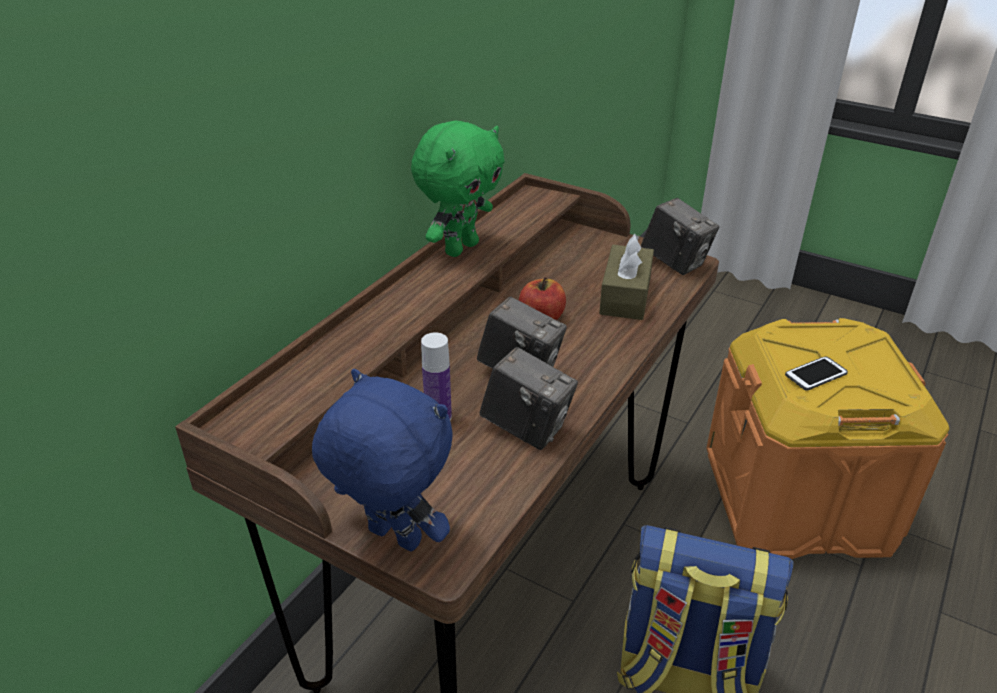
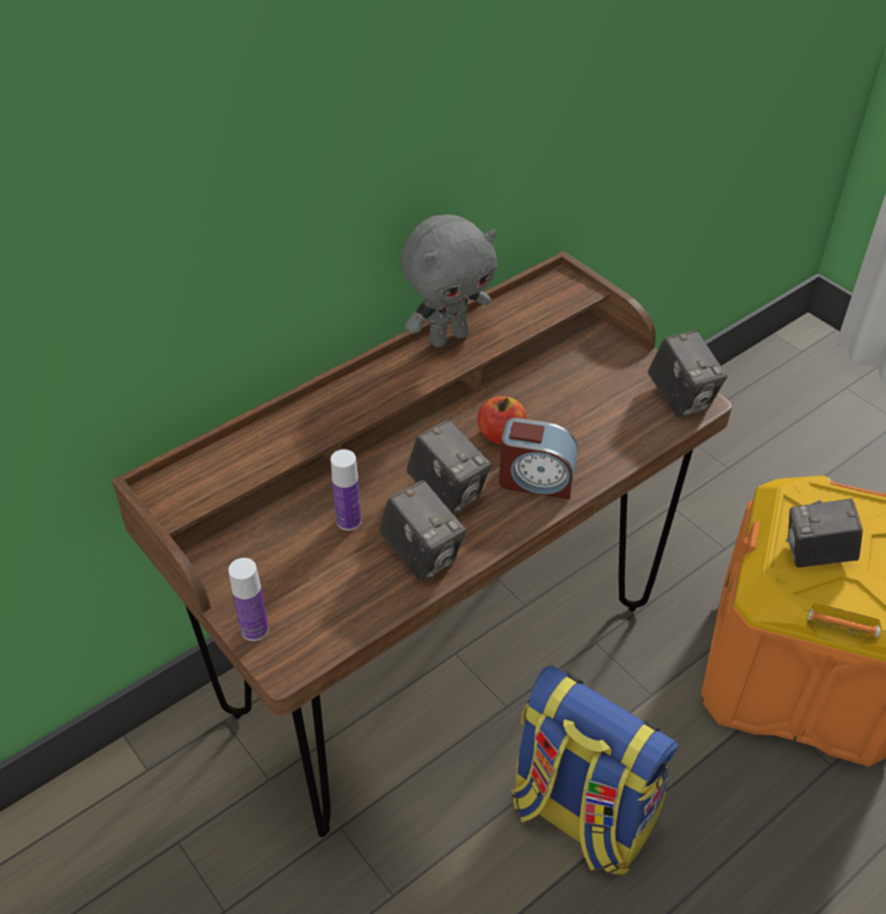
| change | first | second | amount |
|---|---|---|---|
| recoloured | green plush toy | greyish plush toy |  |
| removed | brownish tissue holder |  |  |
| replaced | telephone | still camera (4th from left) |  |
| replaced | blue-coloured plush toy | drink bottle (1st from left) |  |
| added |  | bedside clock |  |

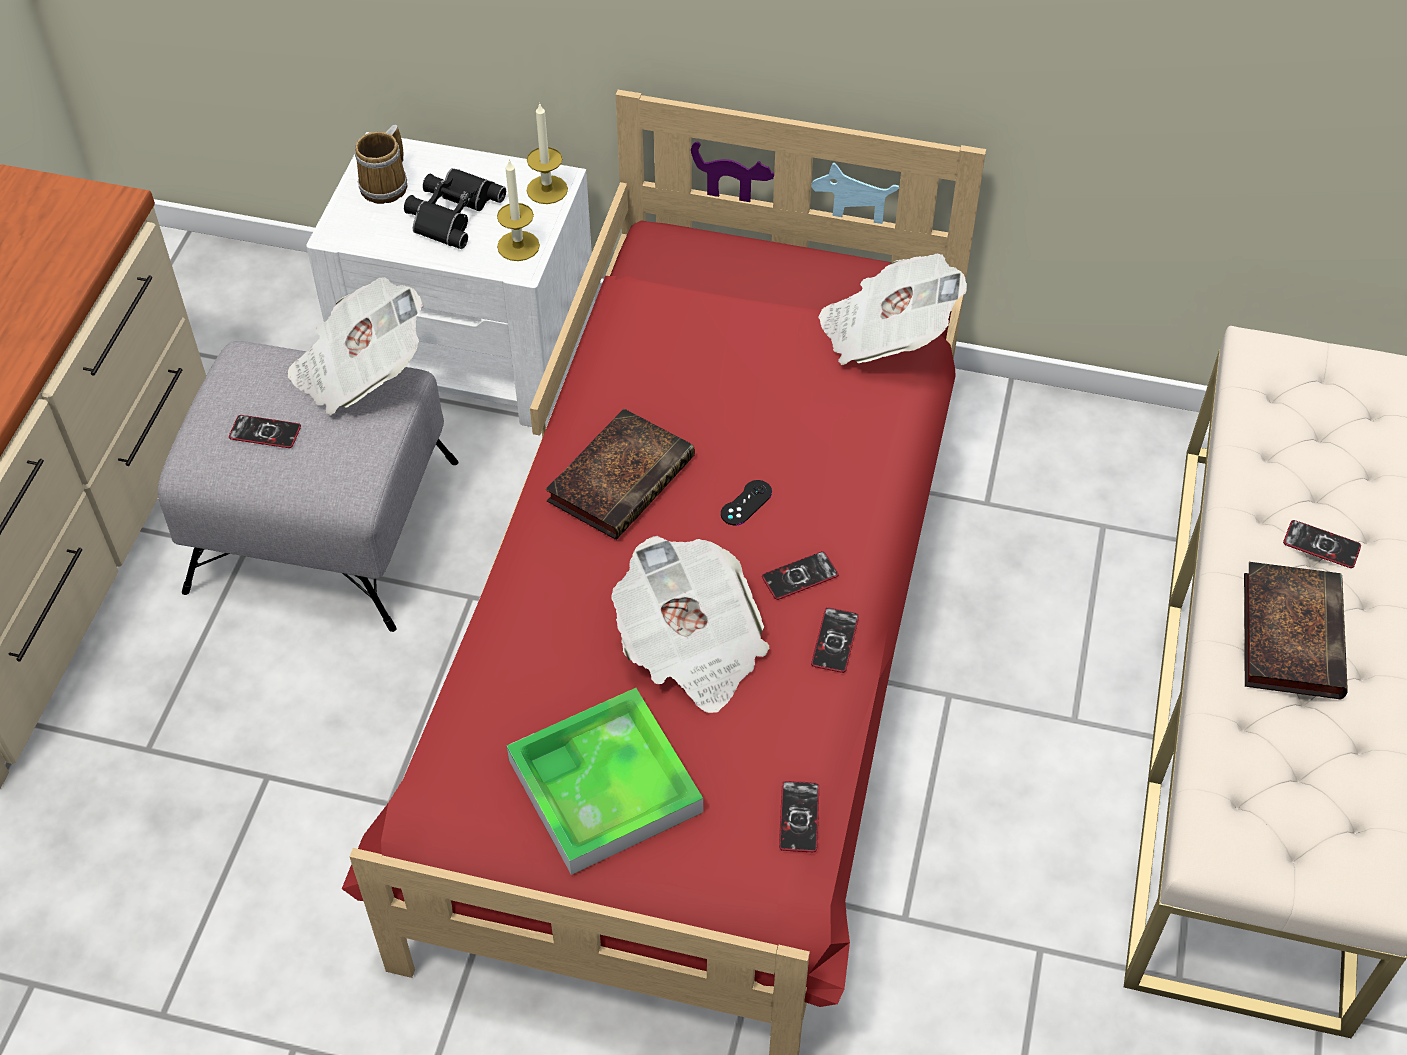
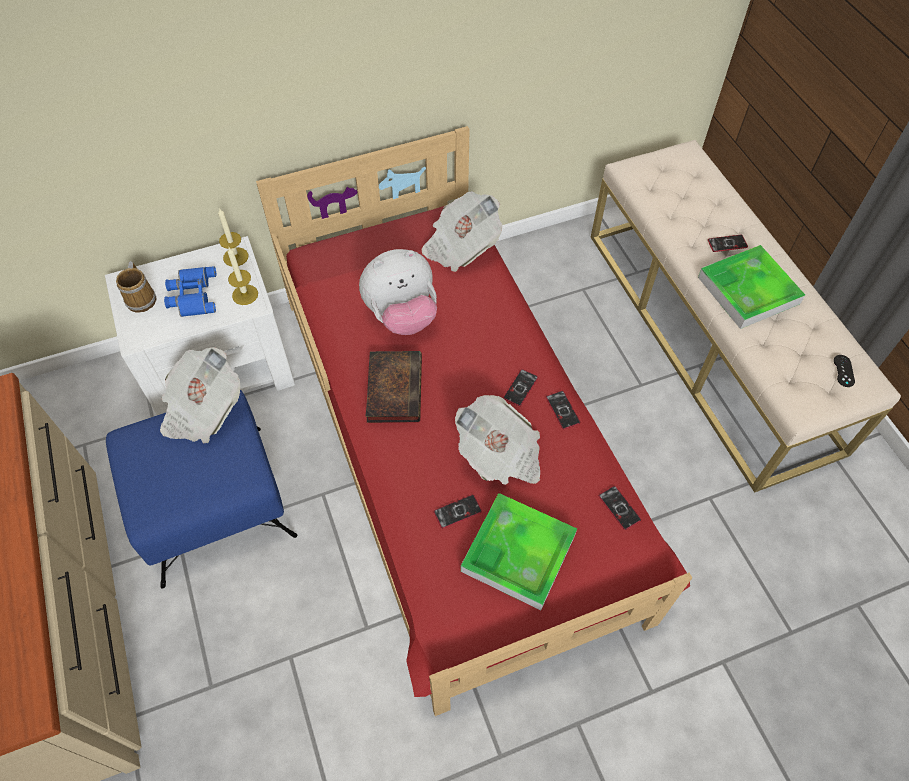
| change | first | second | amount |
|---|---|---|---|
| recoloured | blackish binoculars | blue-coloured binoculars |  |
| recoloured | greyish pouffe | blue-coloured pouffe |  |
| moved | telephone (1st from left) |  |  |
| moved | blackish game controller |  |  |
| replaced | bound book (2nd from left) | carrying tray (2nd from left) |  |
| added |  | plush toy |  |

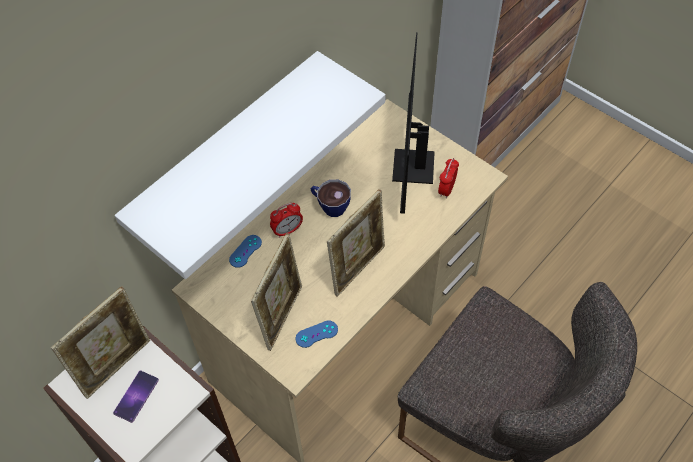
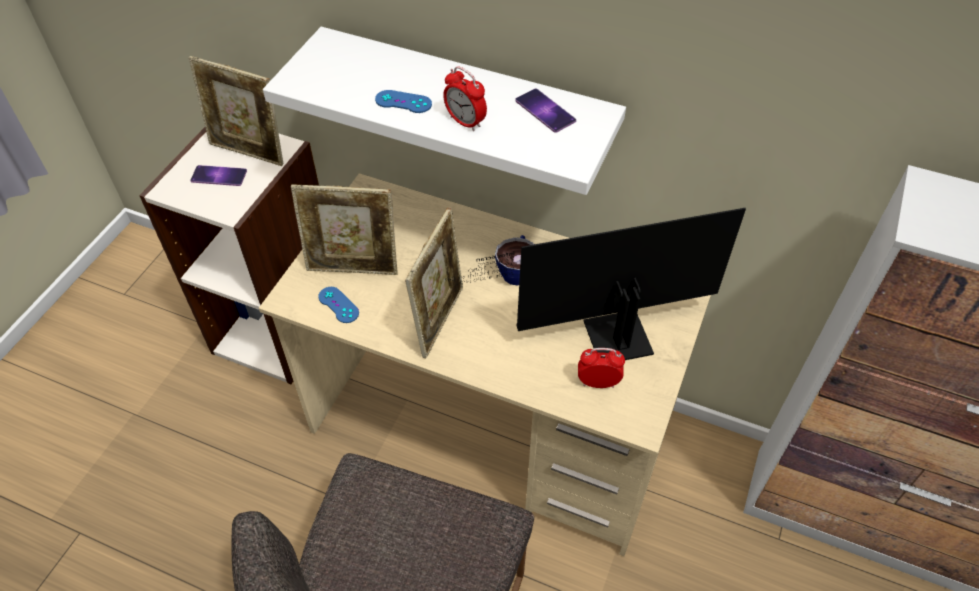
| change | first | second | amount |
|---|---|---|---|
| turned | standing frame (3rd from left) |  | 90 degrees counterclockwise |
| moved | bedside clock (1st from left) |  |  |
| moved | blue-coloured game controller (1st from left in the first image) | blue-coloured game controller (2nd from left) |  |
| added |  | telephone (2nd from left) |  |

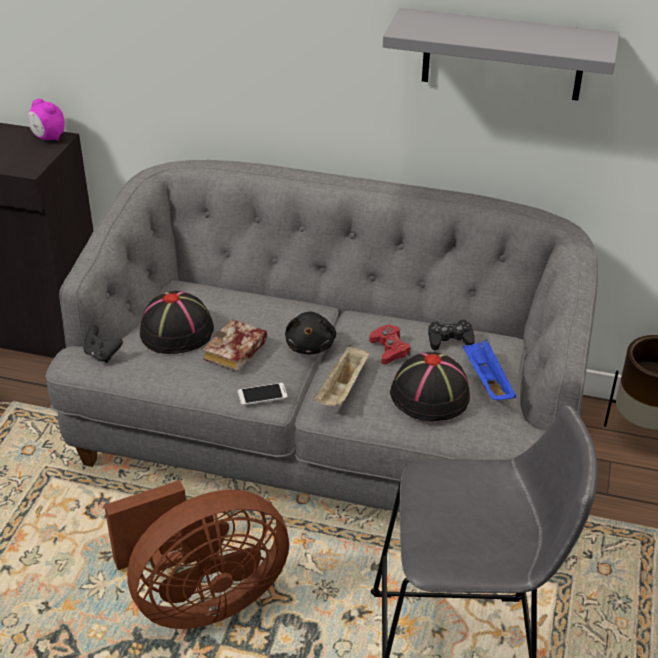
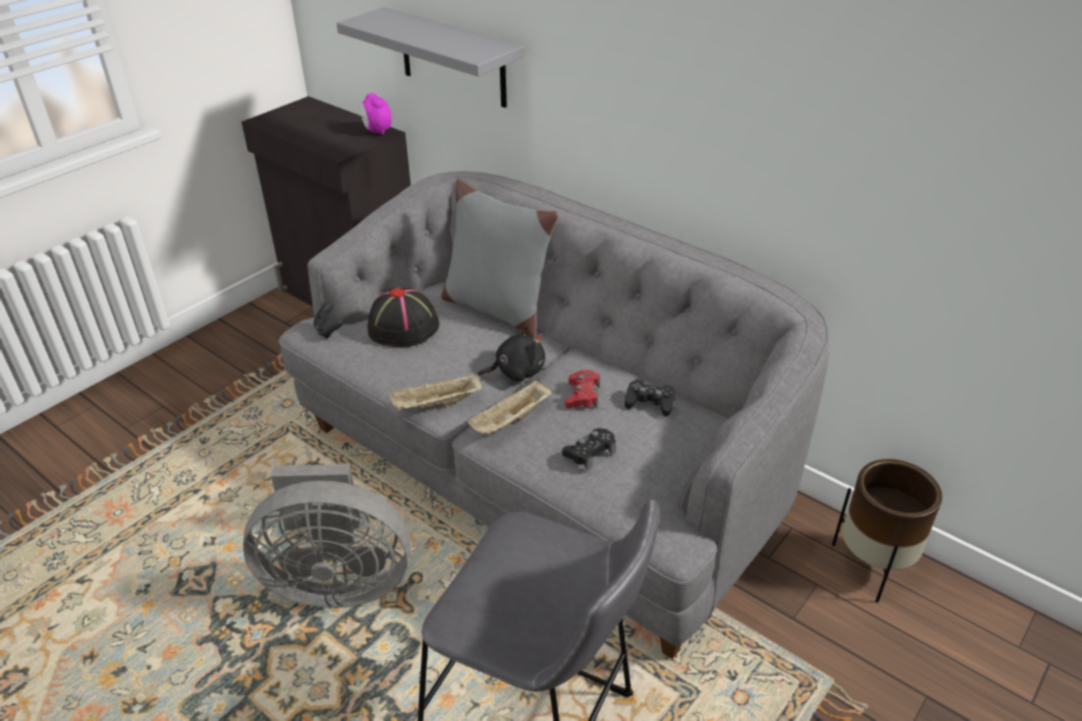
| change | first | second | amount |
|---|---|---|---|
| moved | greyish bracket shelf |  |  |
| turned | blackish plush toy |  | 135 degrees counterclockwise |
| removed | bound book |  |  |
| removed | blue-coloured carrying tray |  |  |
| replaced | blackish hat (2nd from left) | blackish game controller (2nd from left) |  |
| replaced | telephone | beige-coloured carrying tray (1st from left) |  |
| recoloured | brownish electric fan | greyish electric fan |  |
| added |  | greyish throw pillow |  |

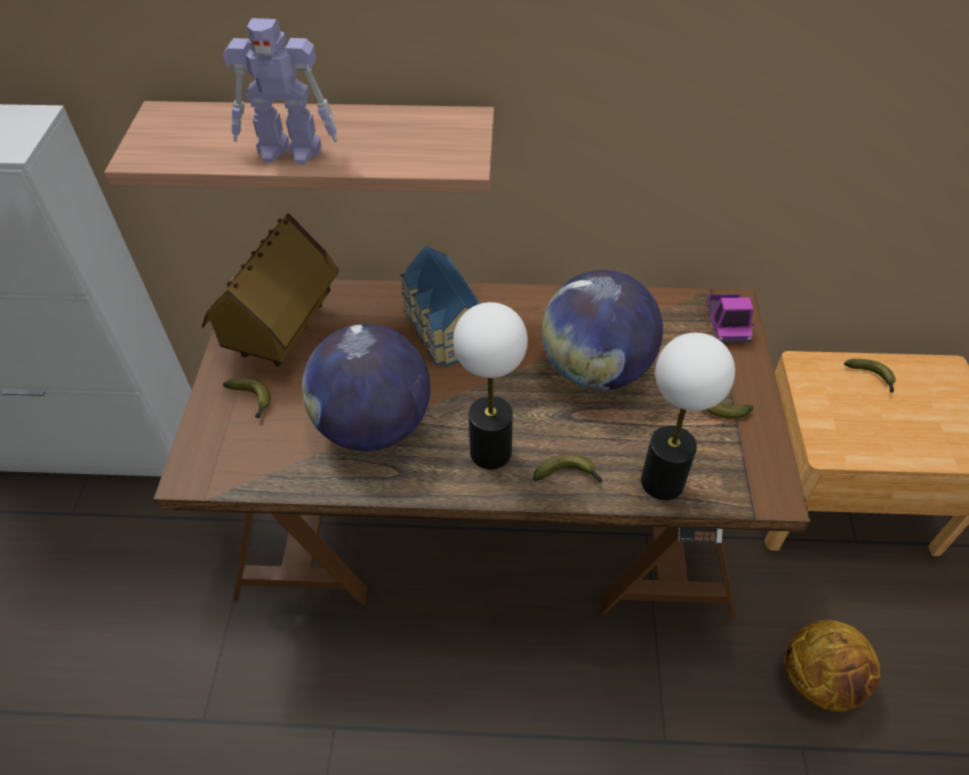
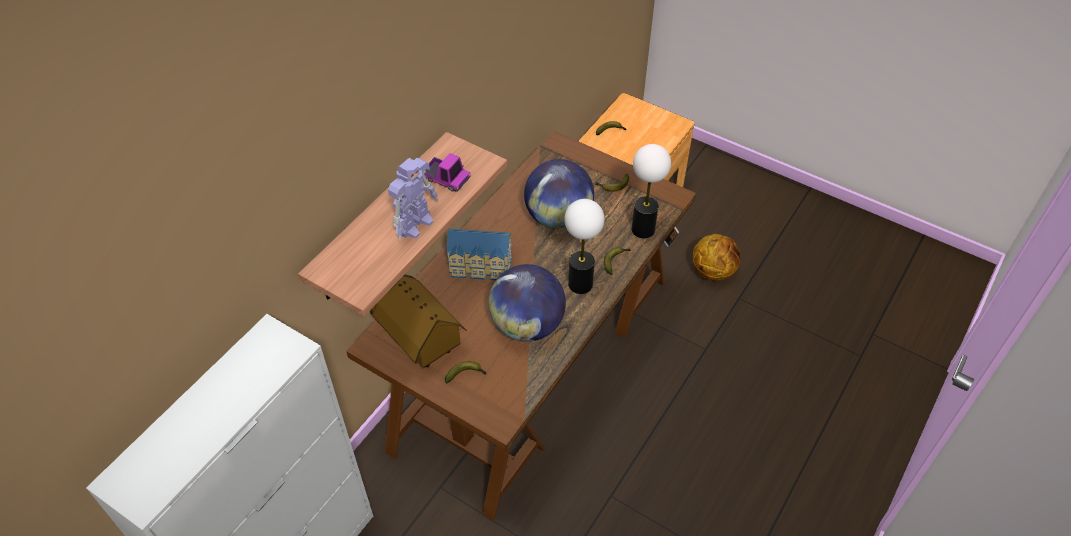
| change | first | second | amount |
|---|---|---|---|
| moved | toy truck |  |  |

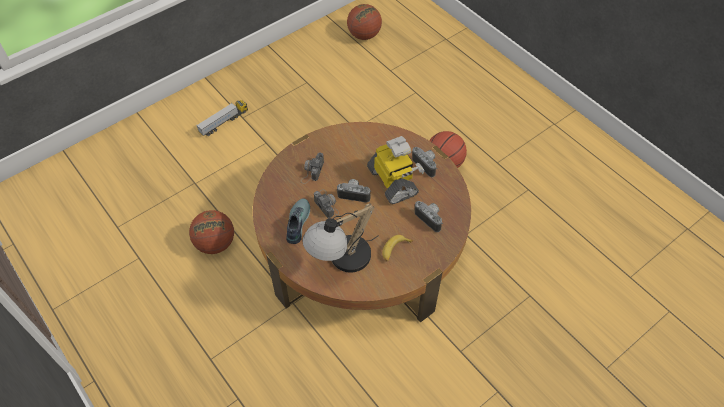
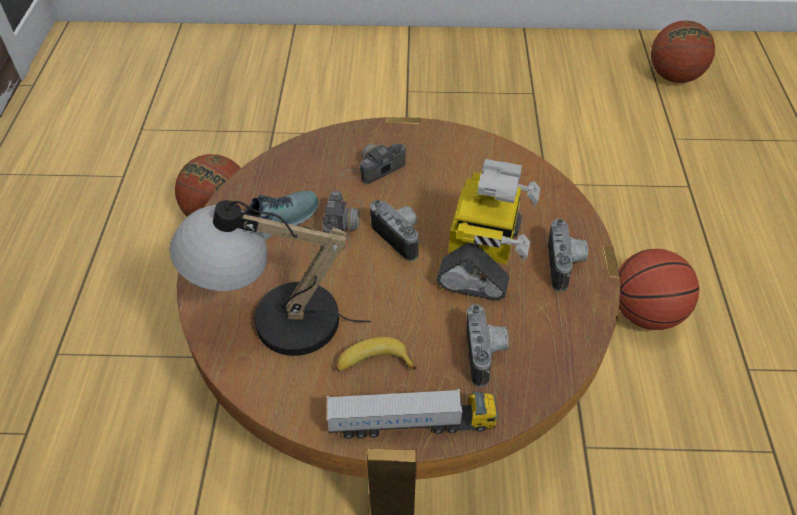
| change | first | second | amount |
|---|---|---|---|
| moved | toy truck |  |  |

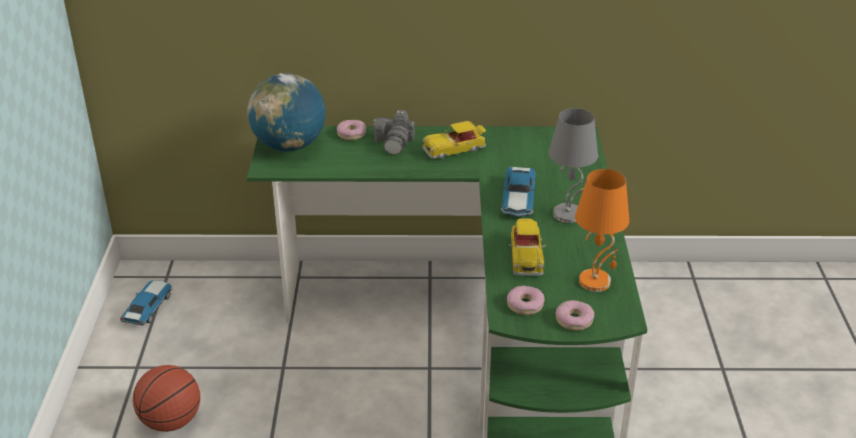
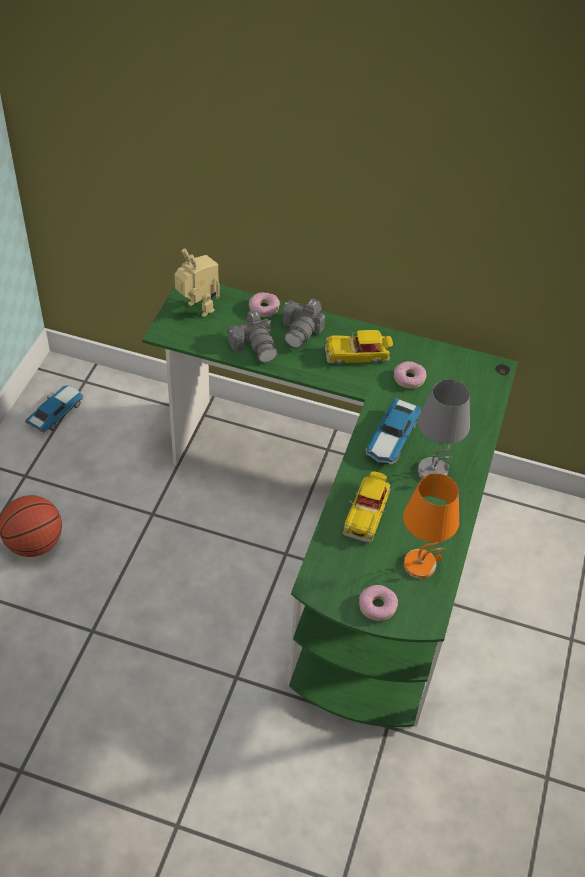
| change | first | second | amount |
|---|---|---|---|
| replaced | desk globe | robot figure |  |
| moved | ring doughnut (2nd from left in the first image) | ring doughnut (3rd from left) |  |
| added |  | still camera (1st from left) |  |

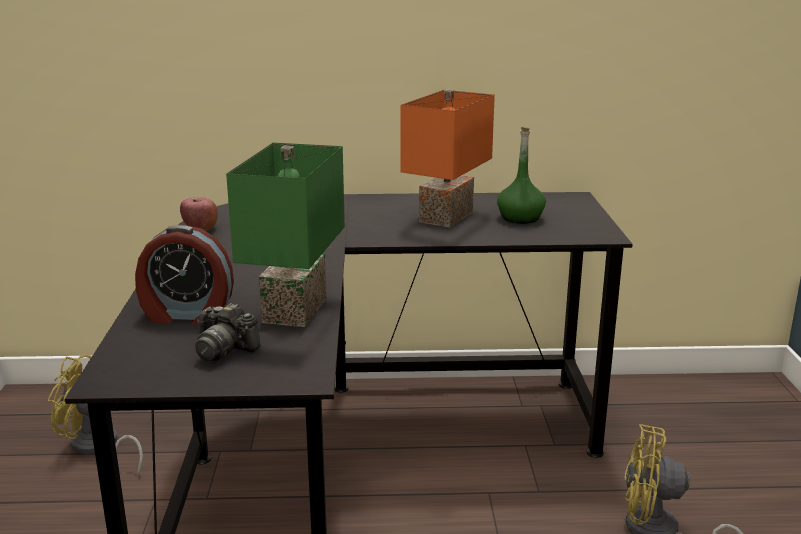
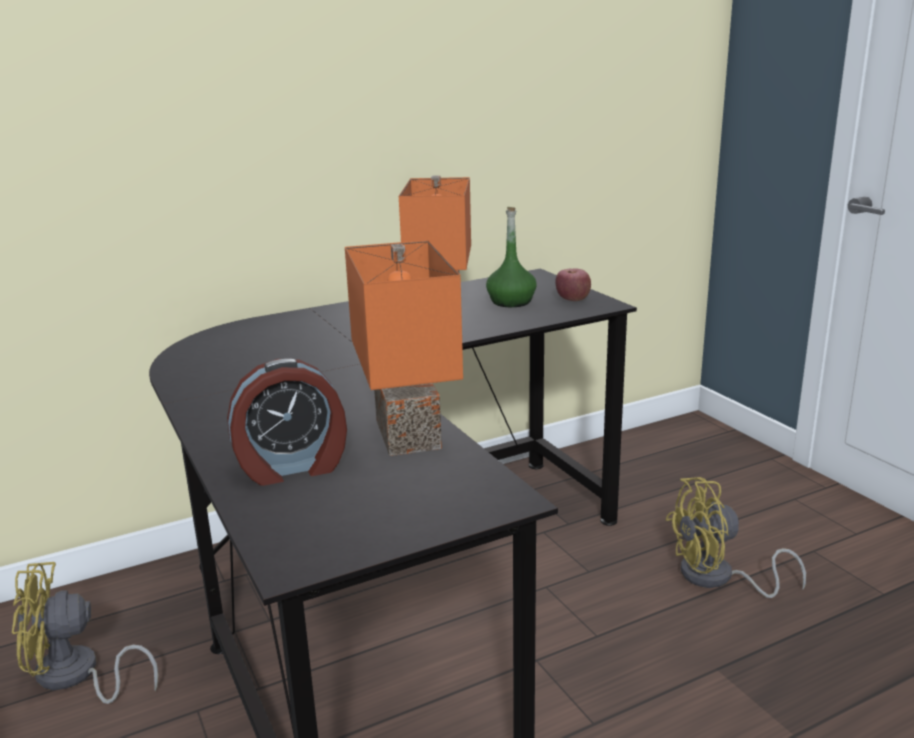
| change | first | second | amount |
|---|---|---|---|
| recoloured | green lamp for a table | orange-coloured lamp for a table (1st from left) |  |
| moved | whole apple |  |  |
| removed | still camera |  |  |

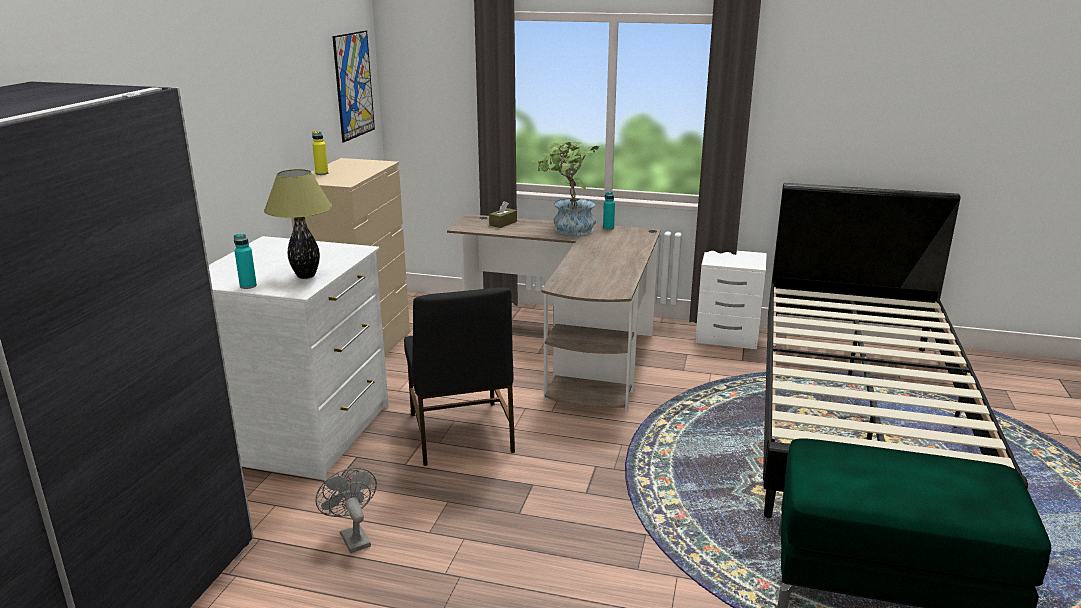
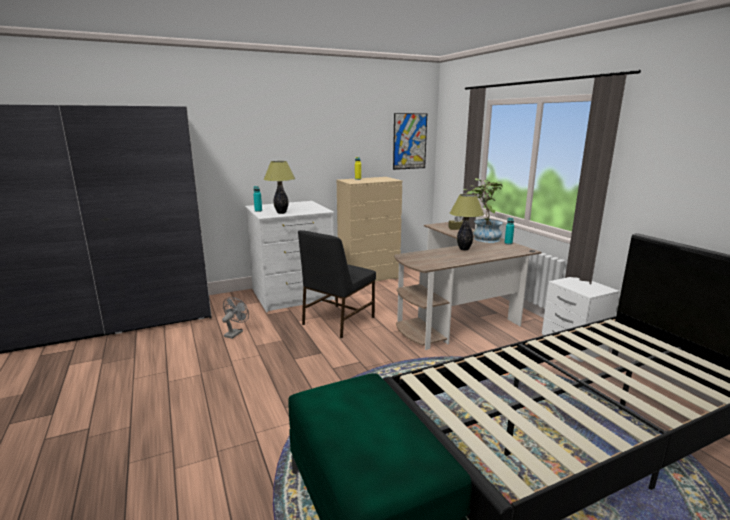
| change | first | second | amount |
|---|---|---|---|
| added |  | lamp for a table (2nd from left) |  |

